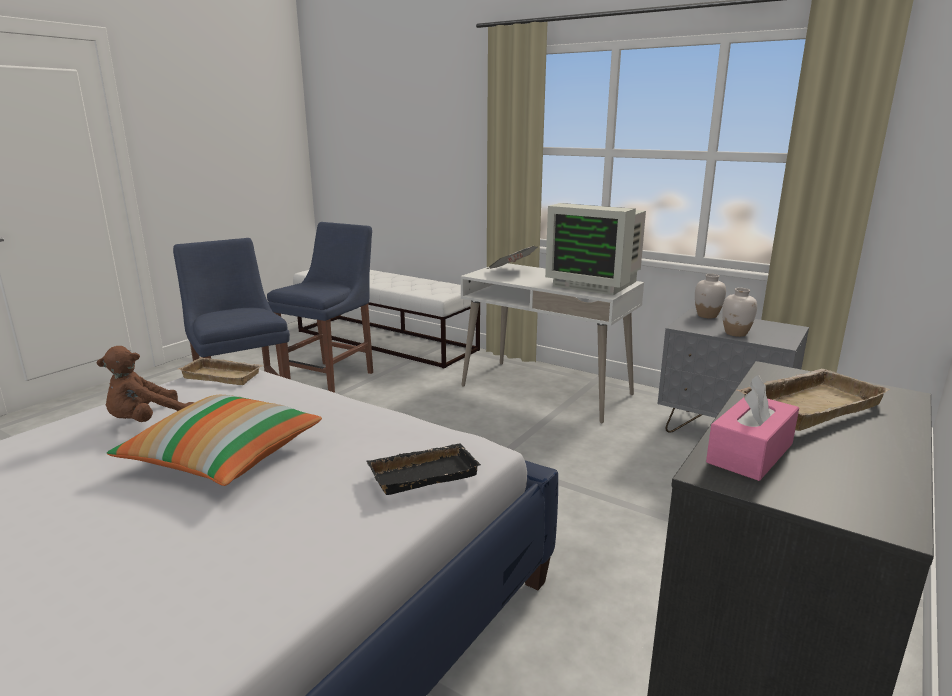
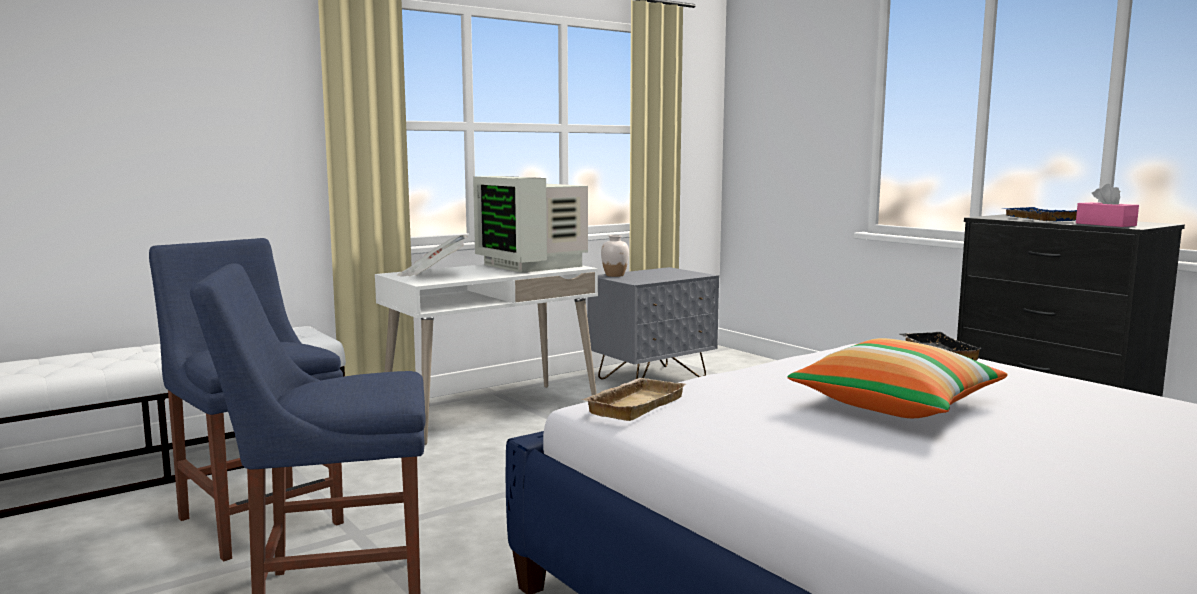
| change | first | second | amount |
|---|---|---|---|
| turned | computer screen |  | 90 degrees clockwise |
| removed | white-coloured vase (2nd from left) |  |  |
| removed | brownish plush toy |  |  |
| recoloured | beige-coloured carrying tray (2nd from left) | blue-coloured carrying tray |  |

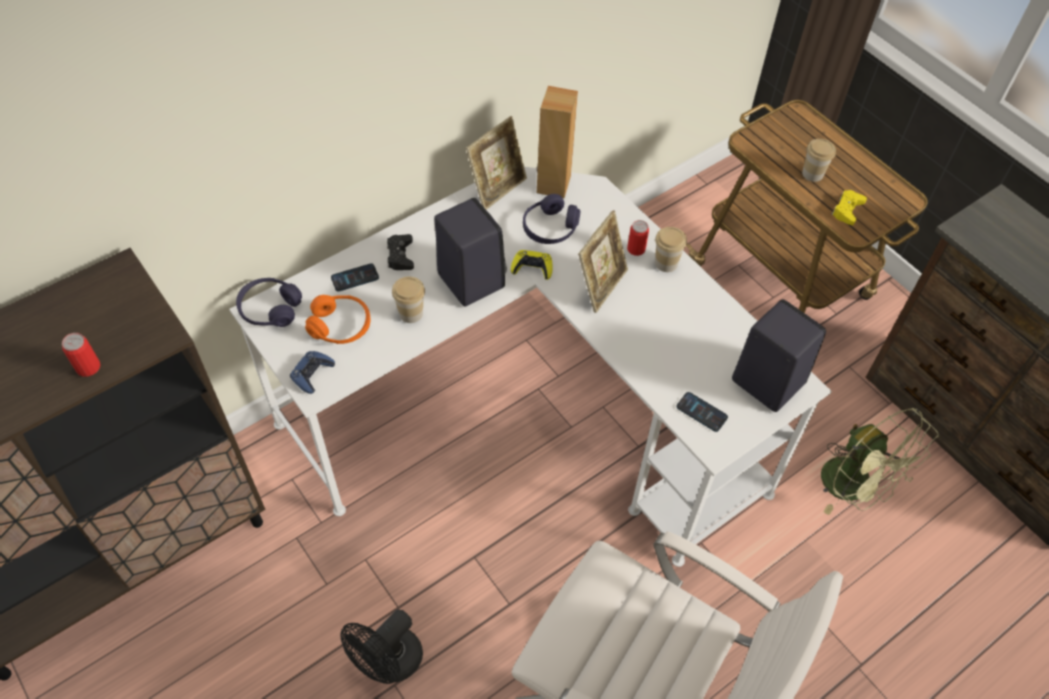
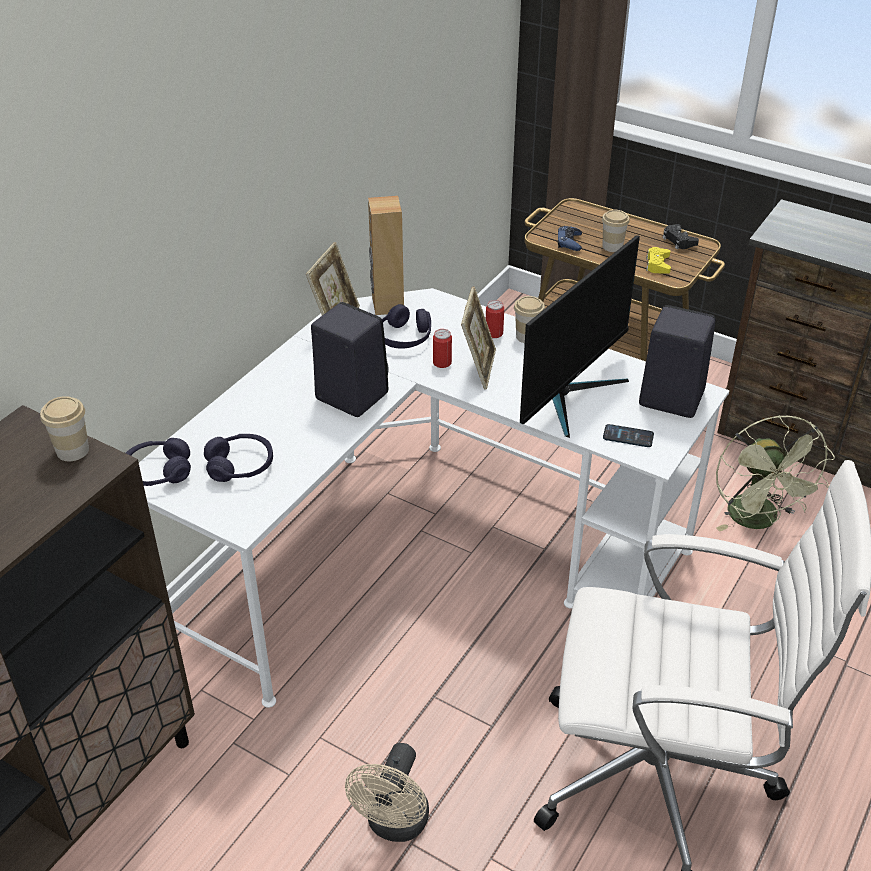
| change | first | second | amount |
|---|---|---|---|
| moved | blackish game controller |  |  |
| removed | yellowish game controller (1st from left) |  |  |
| removed | telephone (1st from left) |  |  |
| moved | cup (1st from left) |  |  |
| recoloured | orange-coloured headset | purplish headset (2nd from left) |  |
| moved | can (1st from left) |  |  |
| moved | blue-coloured game controller |  |  |
| turned | green electric fan |  | 45 degrees clockwise |
| recoloured | blackish electric fan | beige-coloured electric fan |  |
| added |  | computer screen |  |

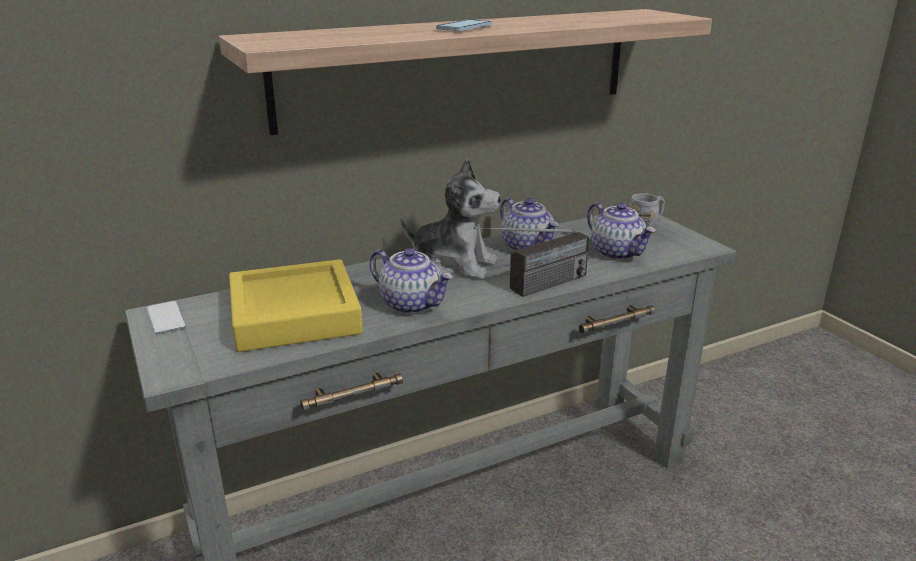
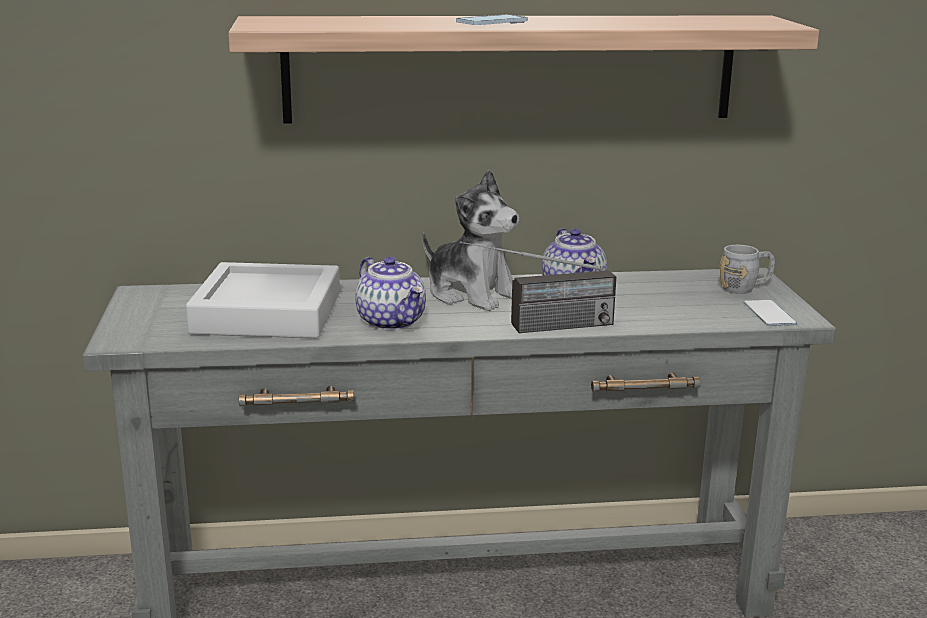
| change | first | second | amount |
|---|---|---|---|
| removed | tea pot (3rd from left) |  |  |
| recoloured | yellowish carrying tray | greyish carrying tray |  |
| moved | telephone (1st from left in the first image) | telephone (2nd from left) |  |

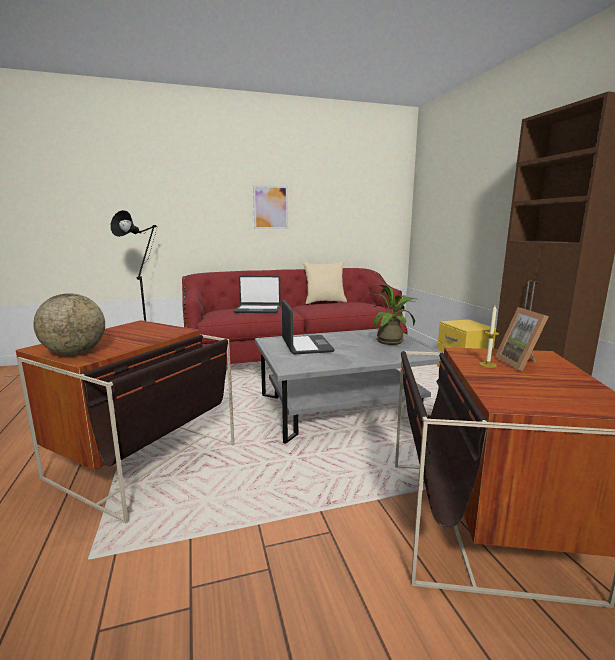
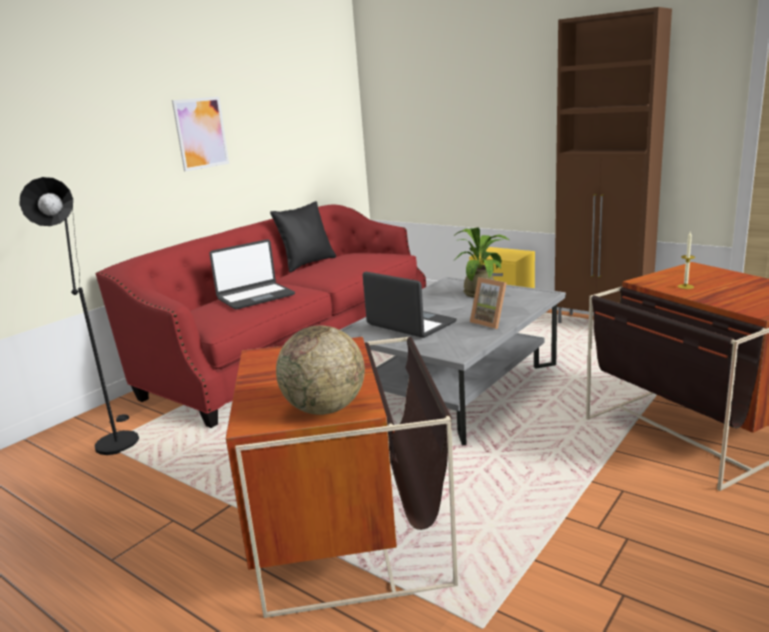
| change | first | second | amount |
|---|---|---|---|
| recoloured | beige-coloured throw pillow | blackish throw pillow |  |
| moved | standing frame |  |  |

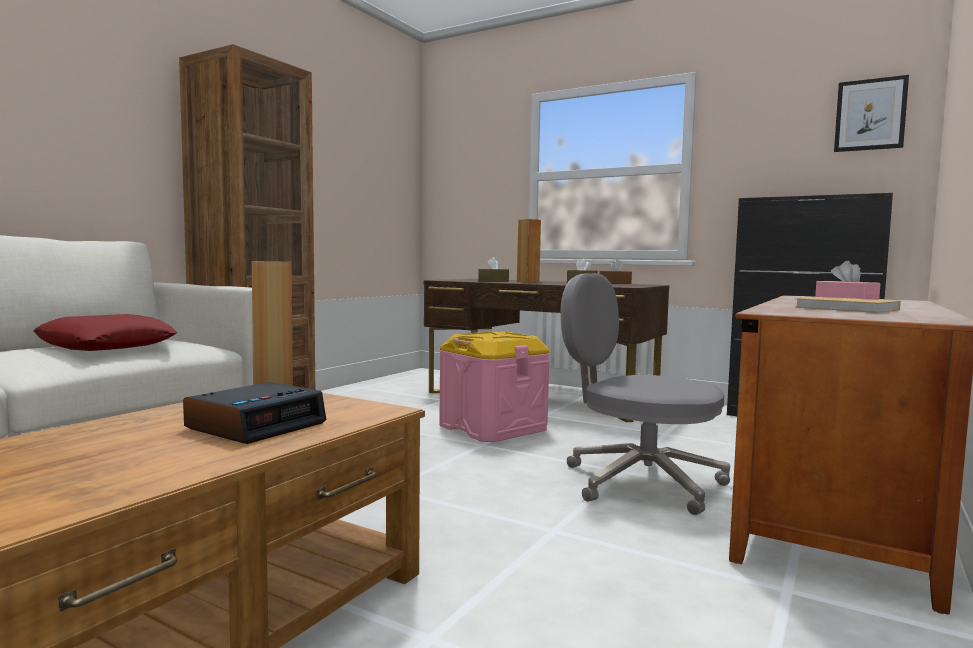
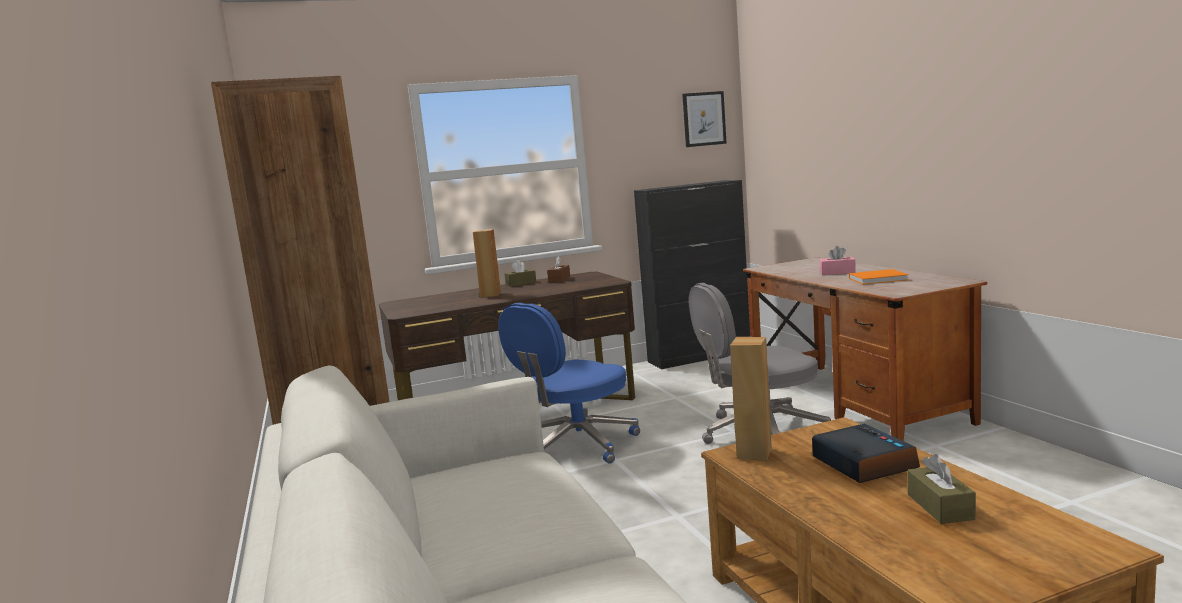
| change | first | second | amount |
|---|---|---|---|
| moved | brownish tissue holder (1st from left in the first image) | brownish tissue holder (3rd from left) |  |
| recoloured | beige-coloured bound book | orange-coloured bound book |  |
| removed | red-coloured throw pillow |  |  |
| replaced | pinkish storage bin | blue-coloured desk chair |  |

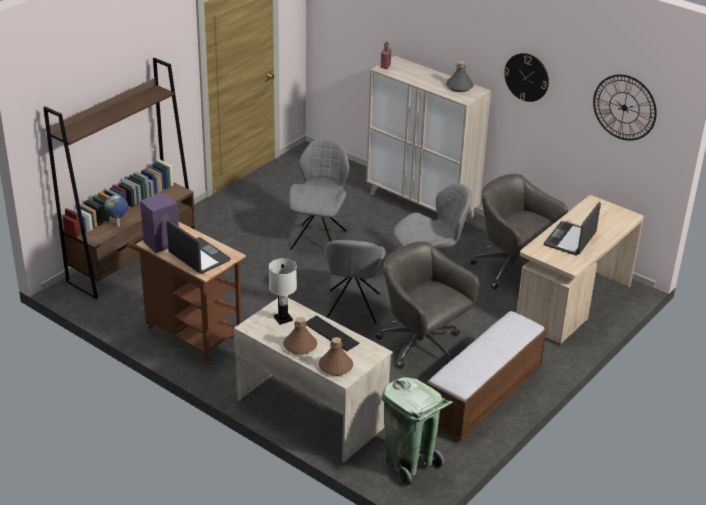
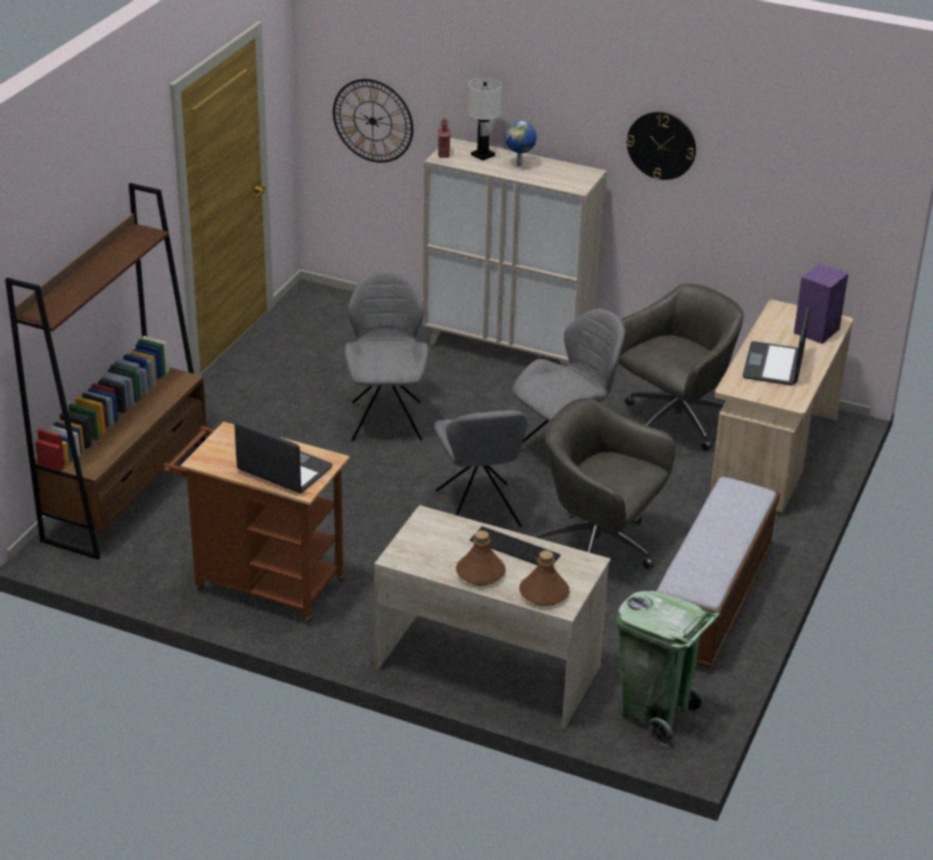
| change | first | second | amount |
|---|---|---|---|
| removed | greyish drink bottle |  |  |
| moved | hanging clock (2nd from left in the first image) | hanging clock (1st from left) |  |
| turned | greyish desk chair (2nd from left) |  | 105 degrees clockwise |
| moved | purplish loudspeaker |  |  |
| moved | desk globe |  |  |
| moved | white-coloured lamp for a table |  |  |

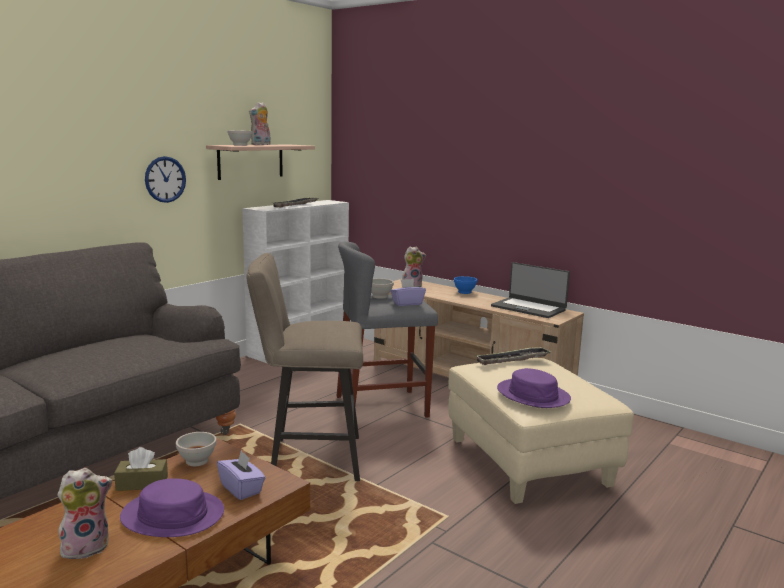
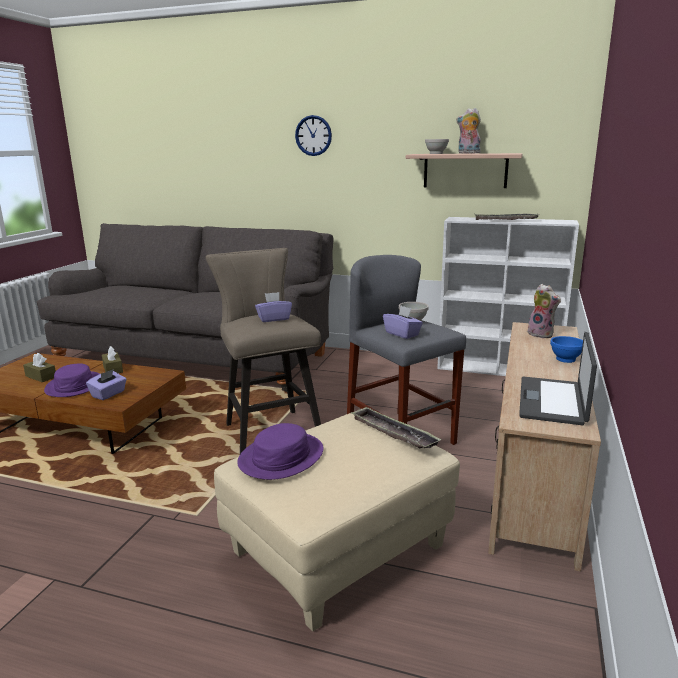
| change | first | second | amount |
|---|---|---|---|
| moved | hanging clock |  |  |
| removed | white-coloured serving bowl (1st from left) |  |  |
| replaced | plush toy (1st from left) | brownish tissue holder (1st from left) |  |
| added |  | purplish tissue holder (2nd from left) |  |

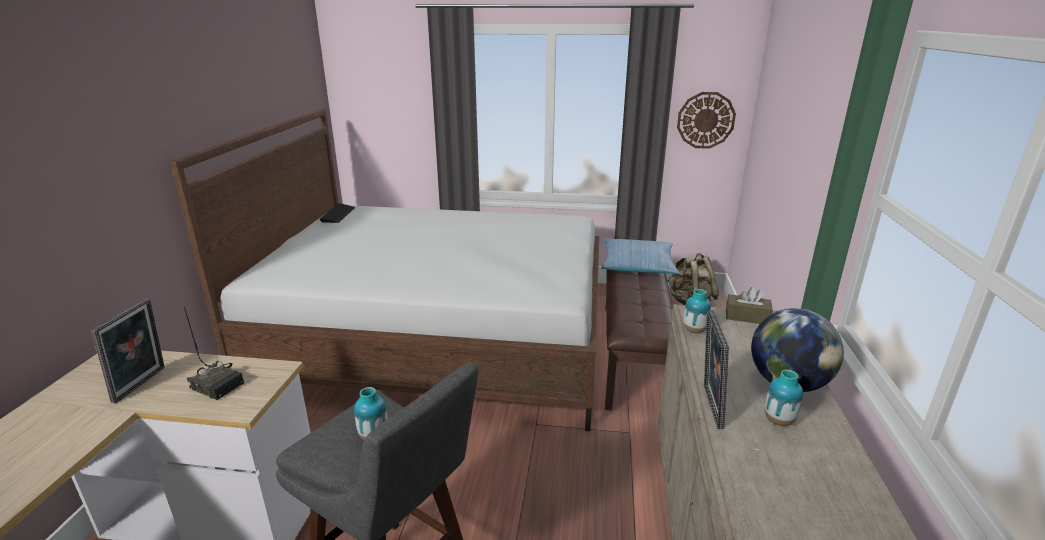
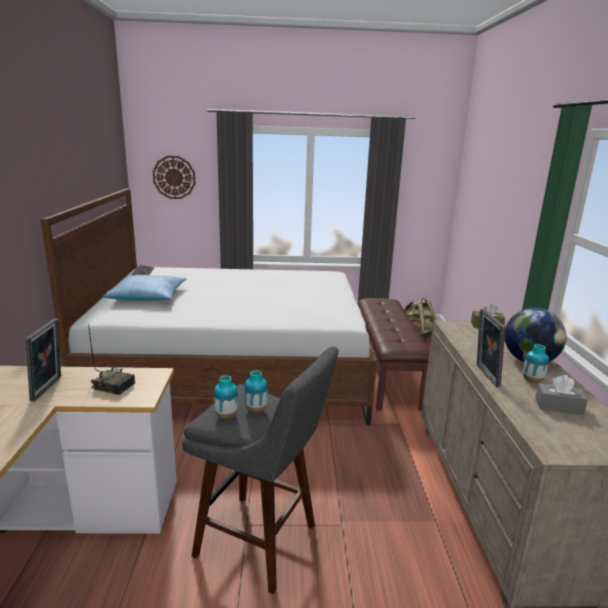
| change | first | second | amount |
|---|---|---|---|
| moved | hanging clock |  |  |
| moved | throw pillow |  |  |
| moved | vase (2nd from left in the first image) | vase (1st from left) |  |
| added |  | greyish tissue holder |  |

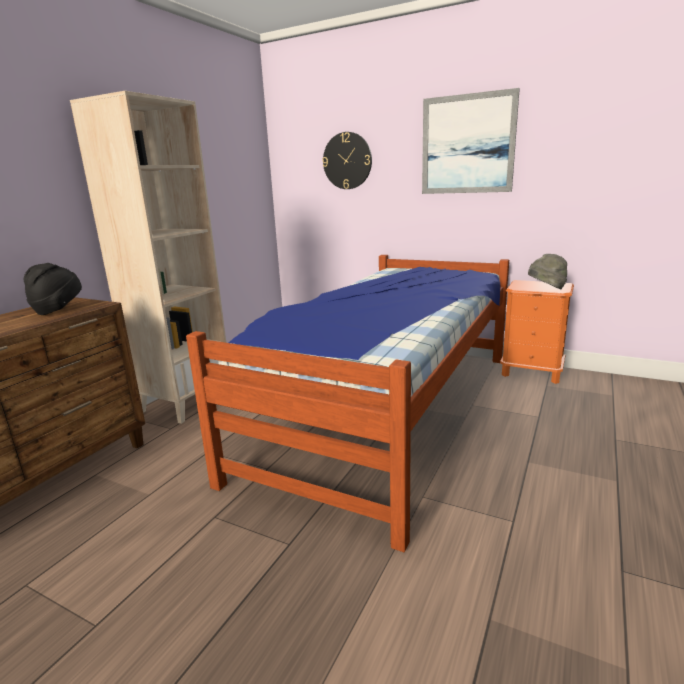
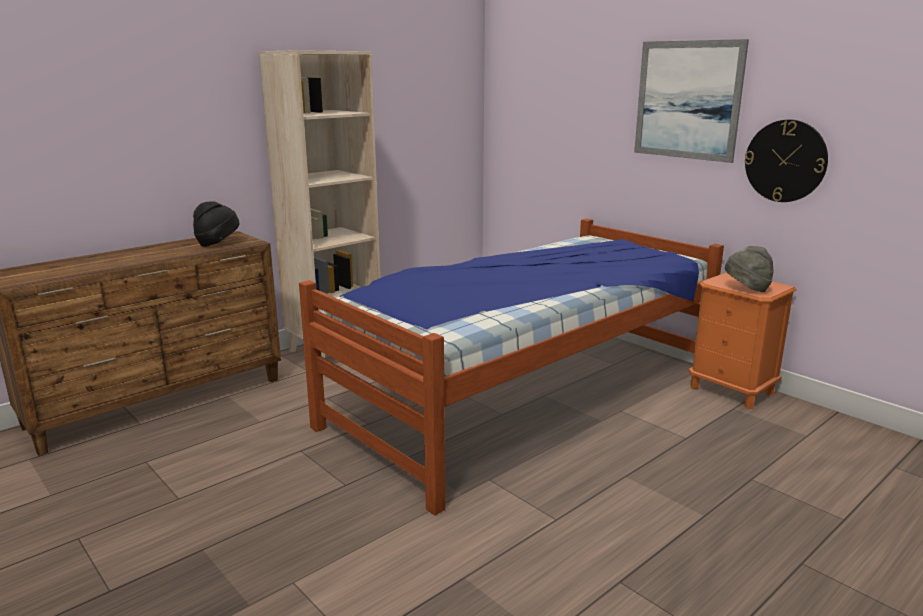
| change | first | second | amount |
|---|---|---|---|
| moved | hanging clock |  |  |

